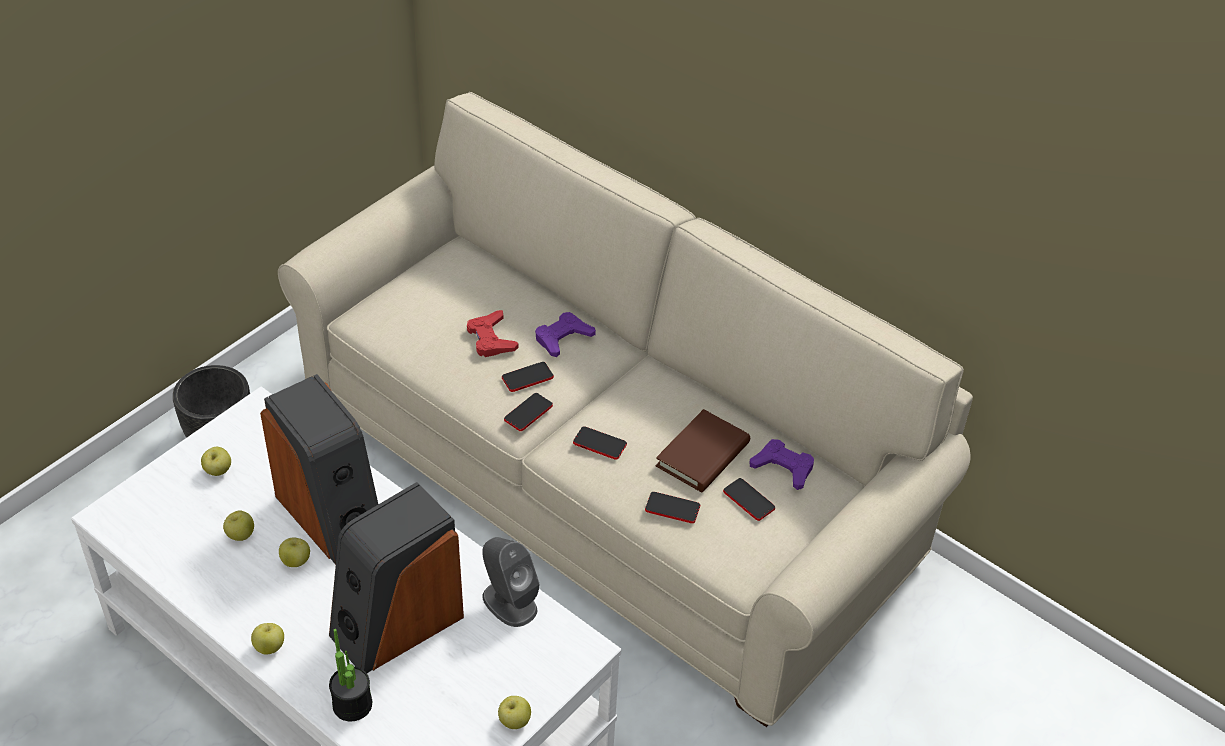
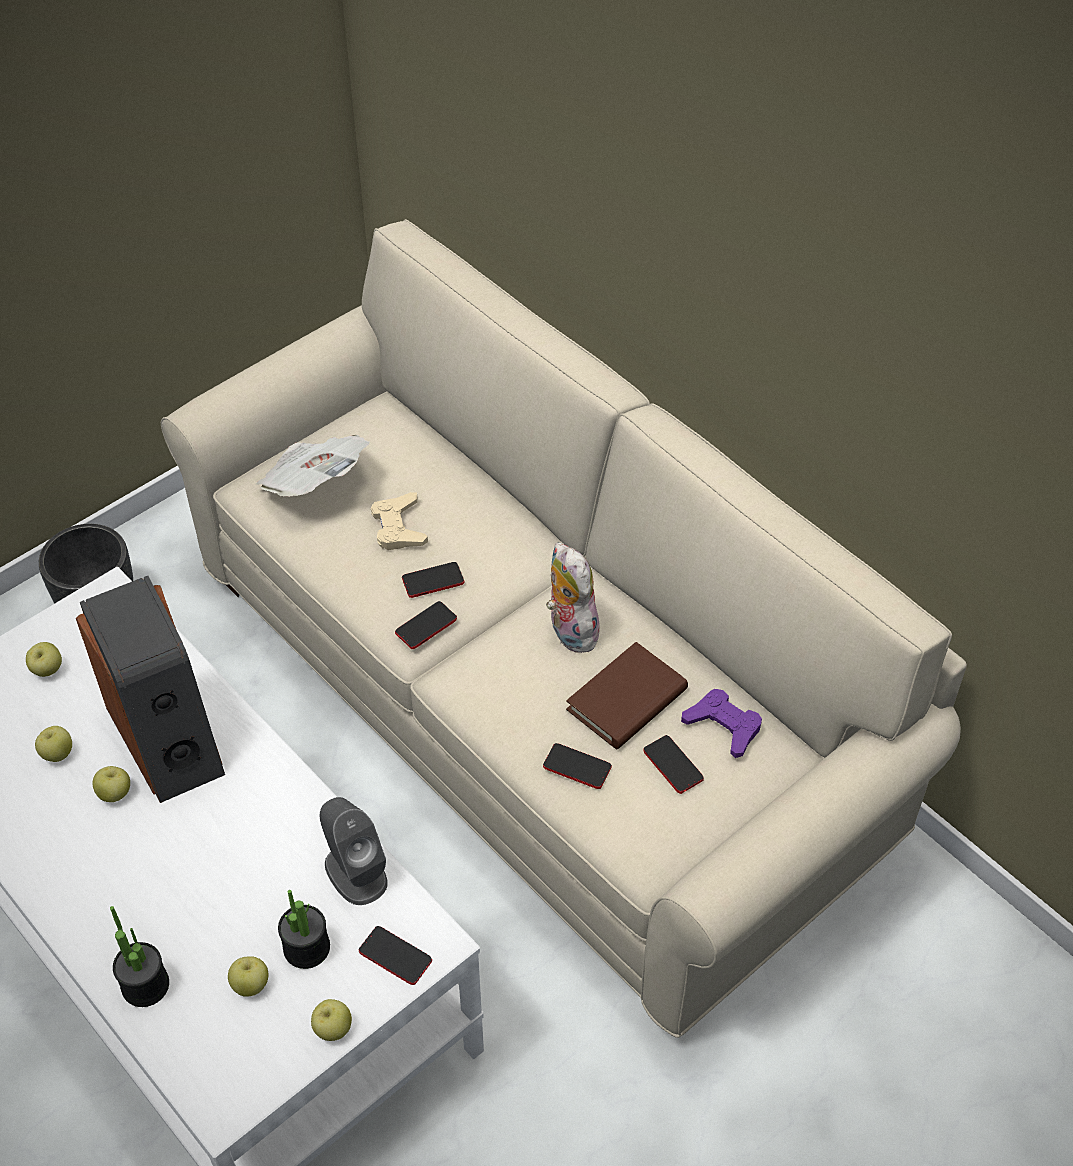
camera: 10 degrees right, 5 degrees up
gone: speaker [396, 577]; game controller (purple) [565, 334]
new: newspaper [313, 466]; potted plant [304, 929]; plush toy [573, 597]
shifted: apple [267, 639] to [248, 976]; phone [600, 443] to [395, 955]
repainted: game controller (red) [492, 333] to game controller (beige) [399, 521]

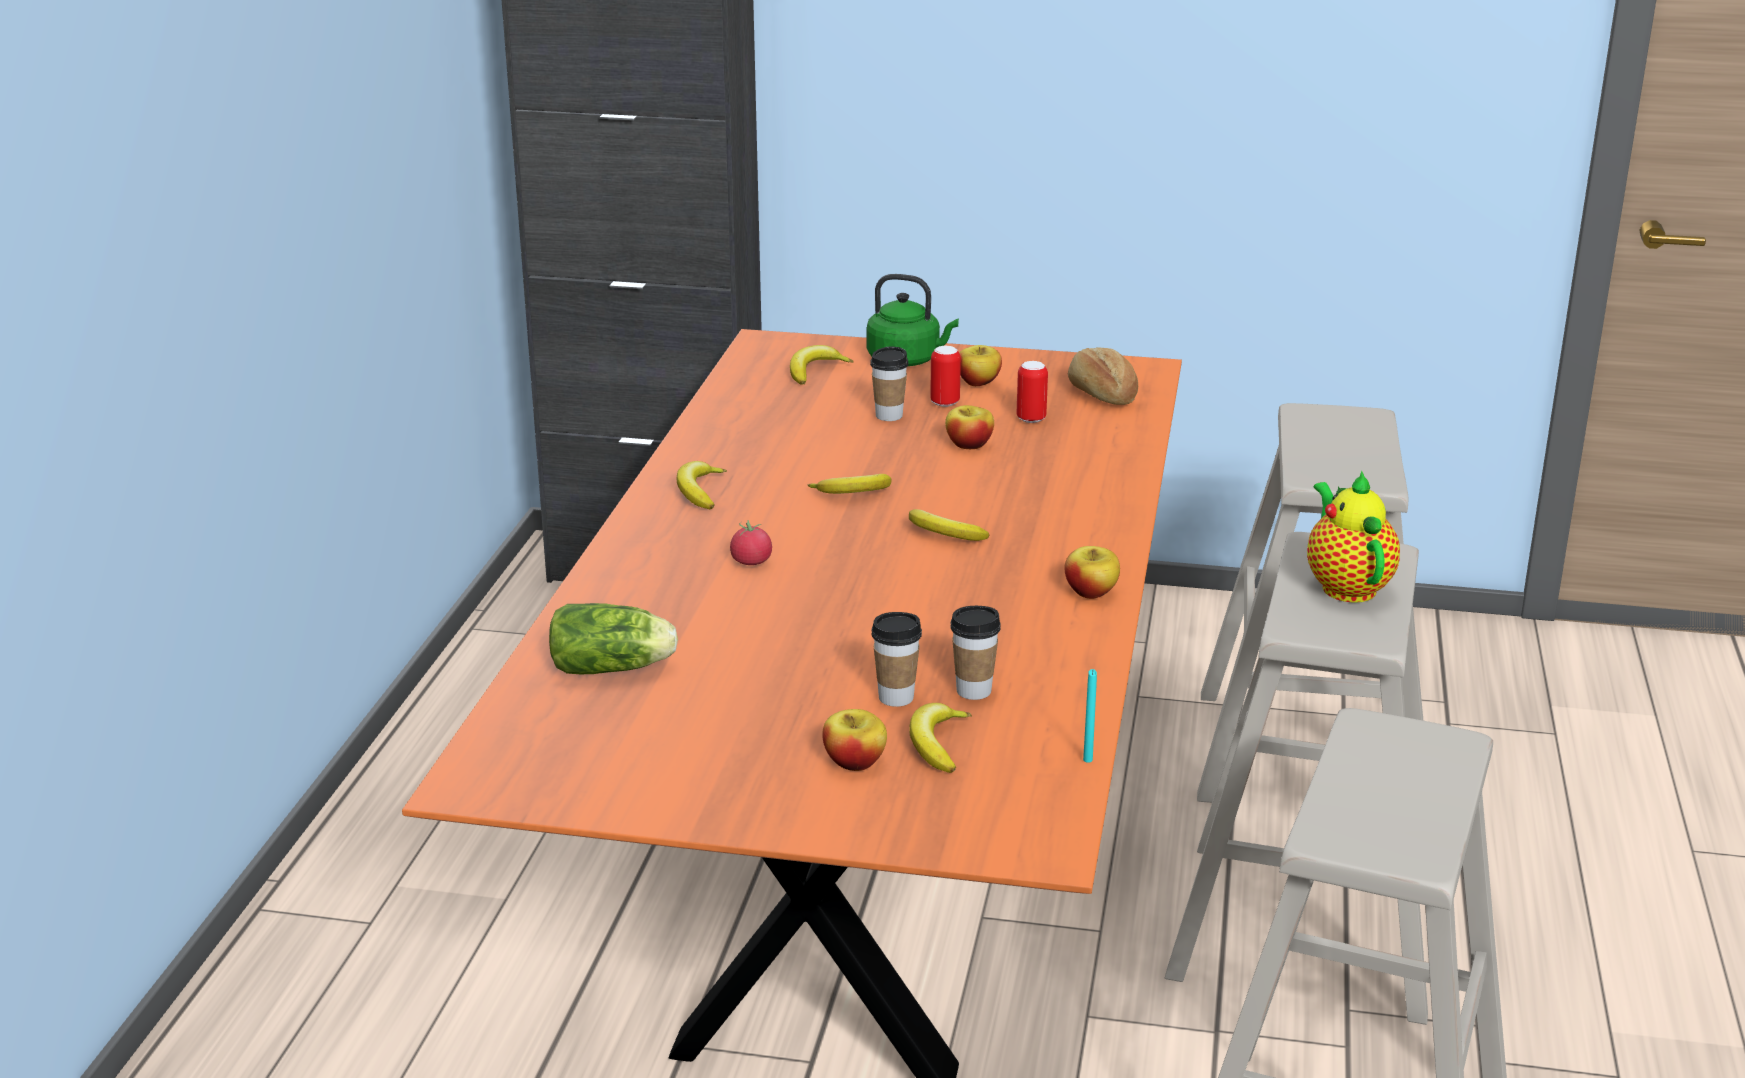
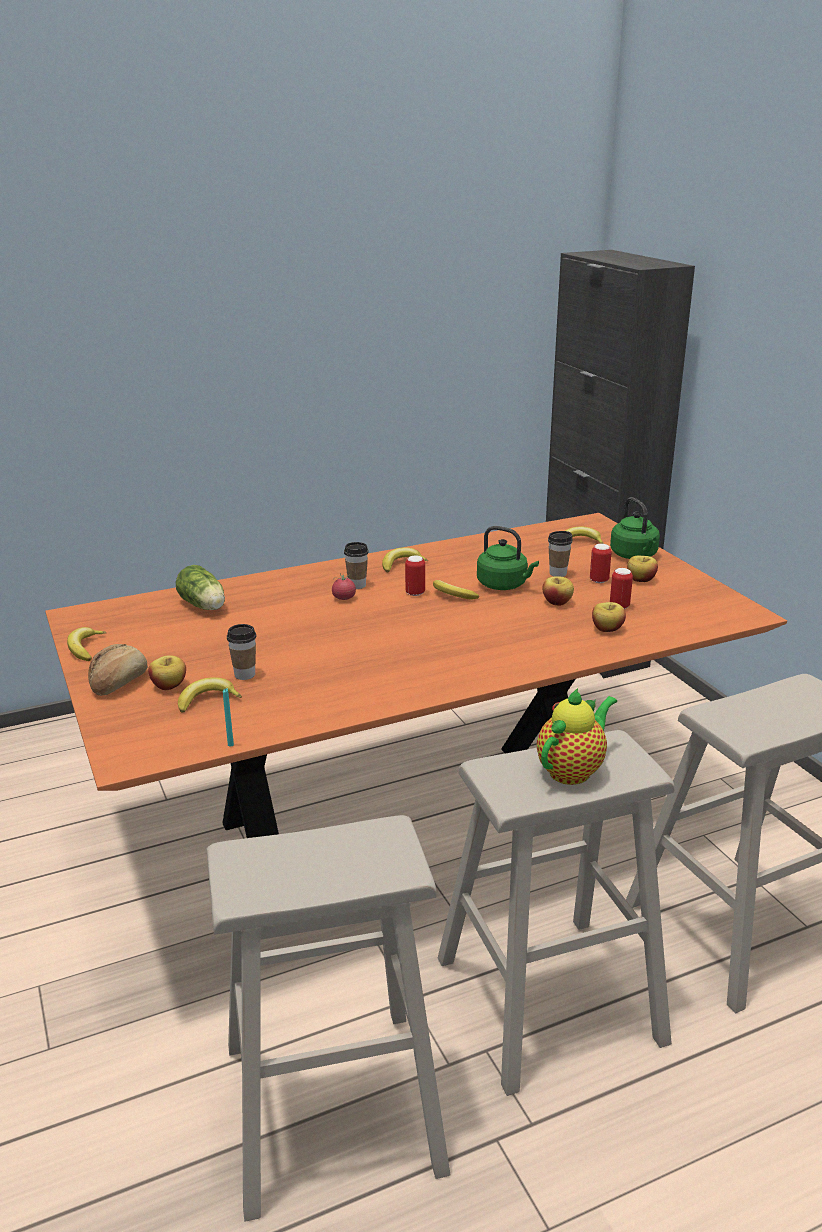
camera: 55 degrees right, 0 degrees up
new: can [415, 575]; kettle (green) [508, 558]
shifted: banana [949, 525] to [86, 644]; cup [975, 653] to [356, 565]; apple [1092, 572] to [609, 617]; bread [1103, 376] to [118, 670]

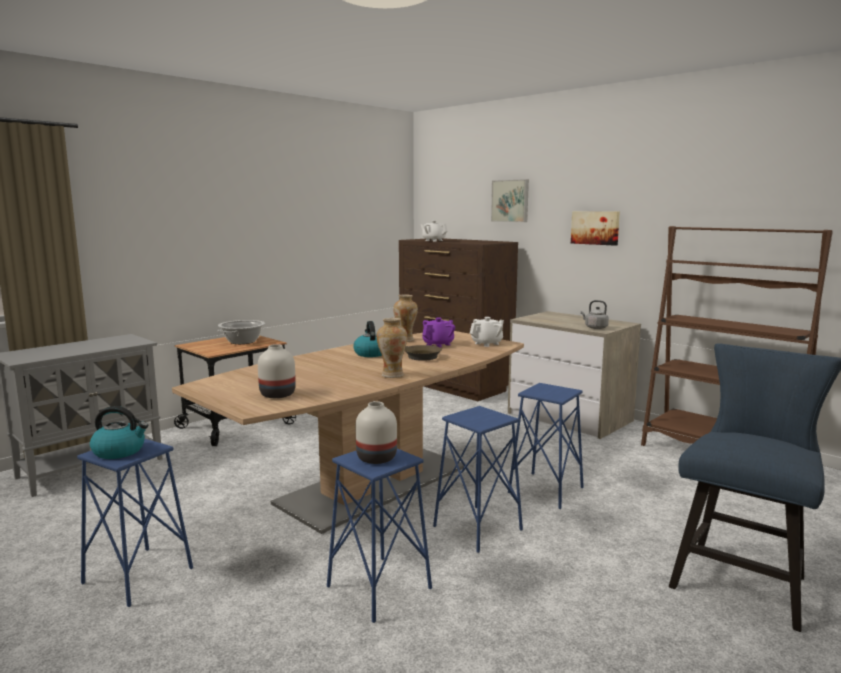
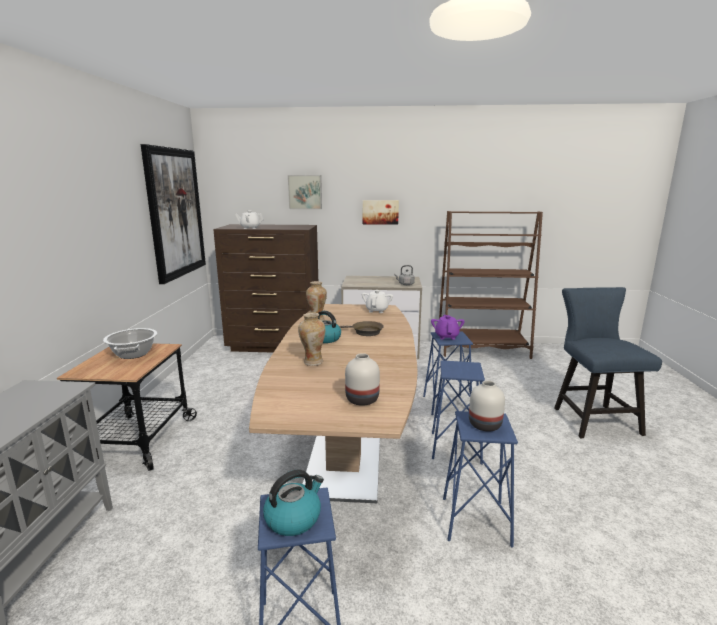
camera: 40 degrees left, 5 degrees up
new: picture [173, 214]
shifted: vase [392, 348] to [311, 339]; teapot (purple) [438, 332] to [448, 327]

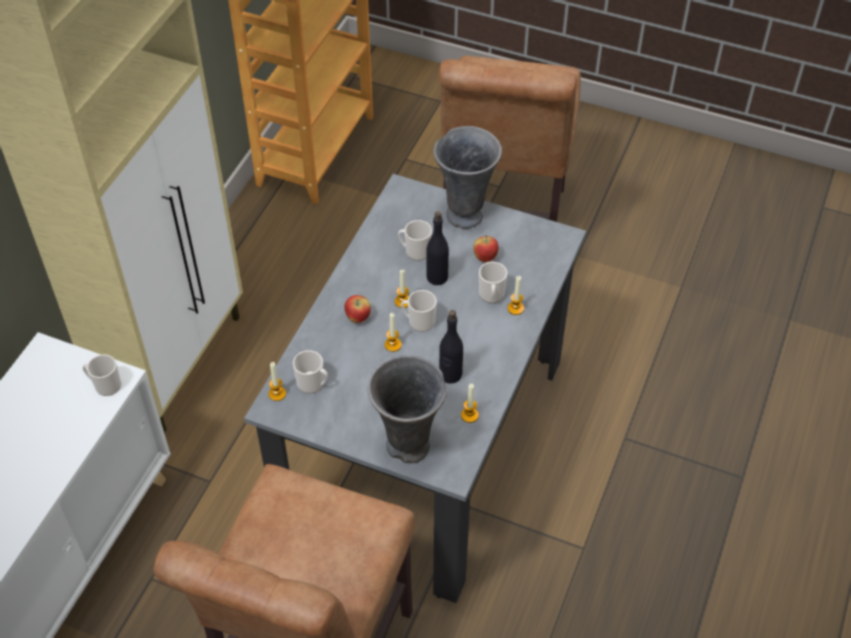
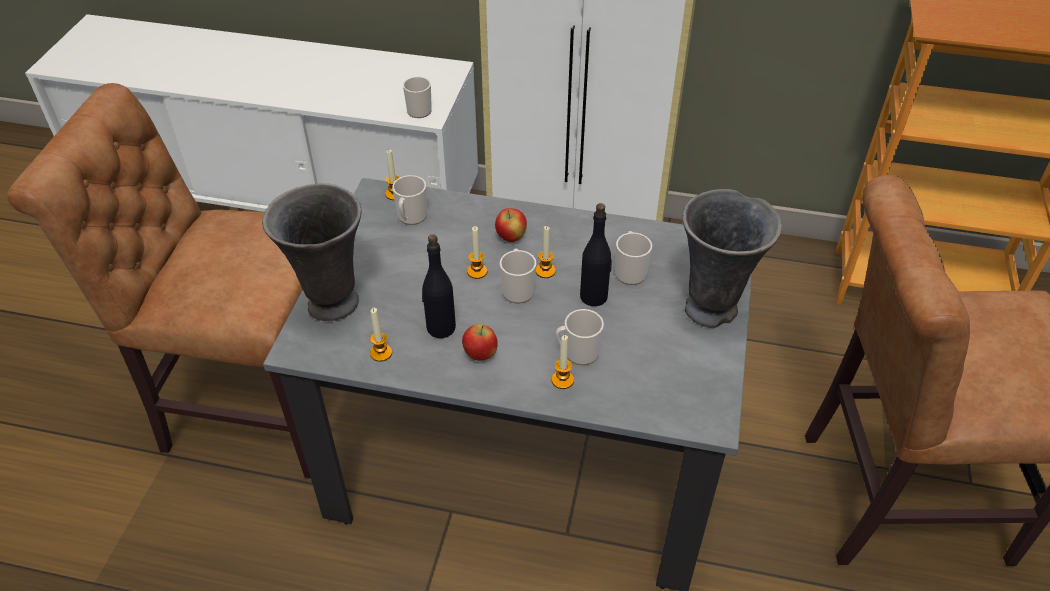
camera: 80 degrees right, 5 degrees down
shifted: apple [485, 248] to [480, 342]

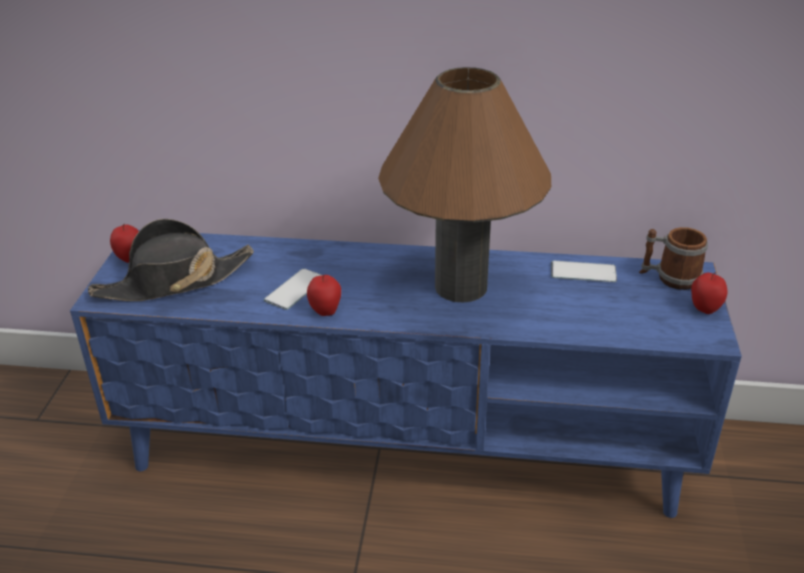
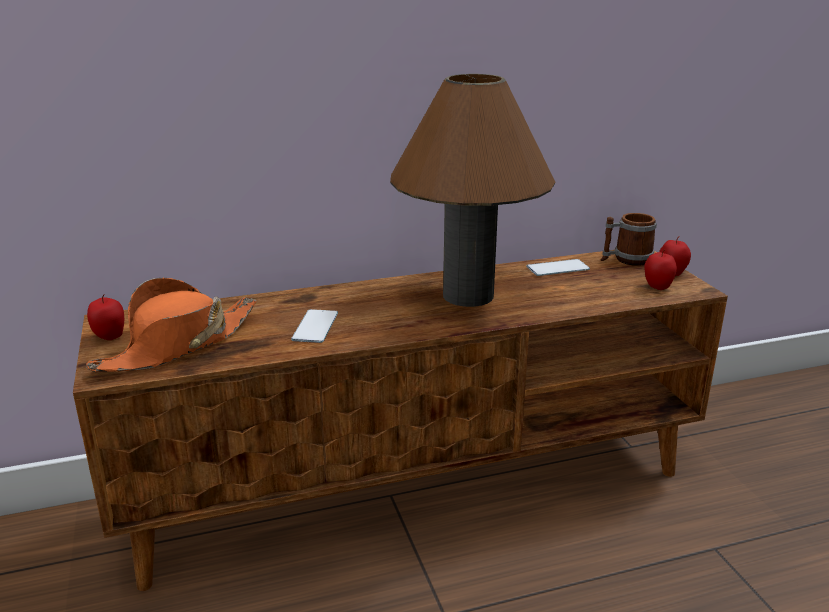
camera: 25 degrees left, 10 degrees down
shifted: apple [324, 295] to [660, 269]
repainted: tv stand (blue) [406, 374] to tv stand (brown) [400, 420]; hat (black) [171, 260] to hat (orange) [171, 325]

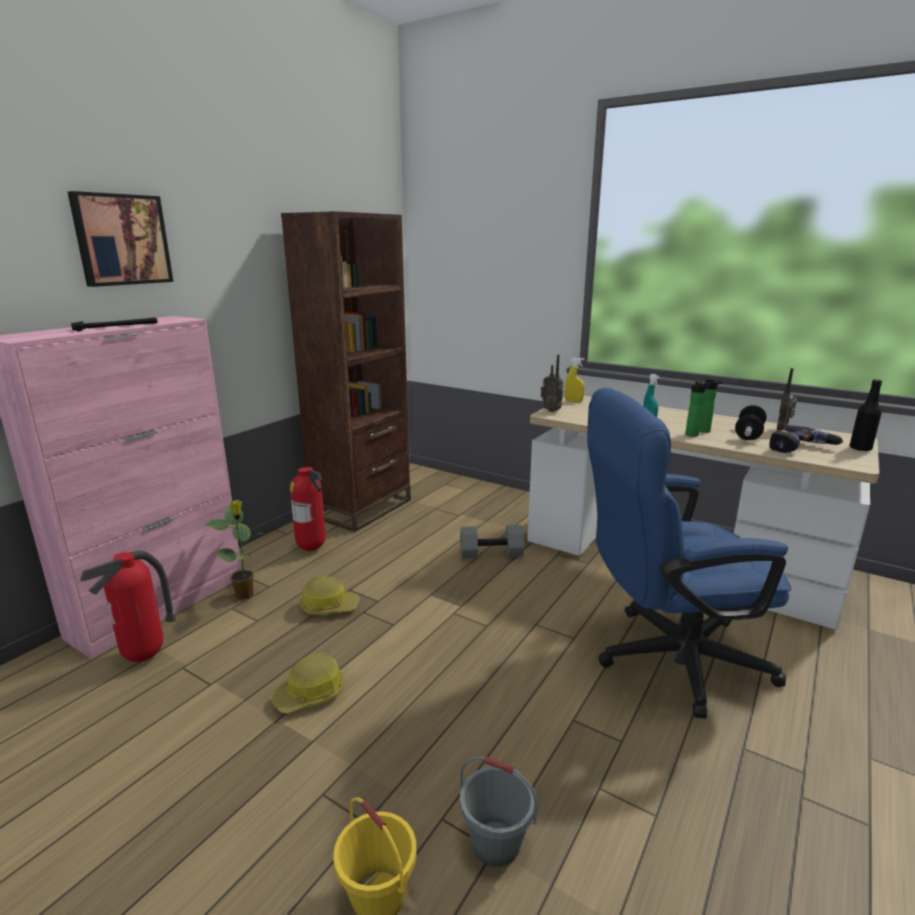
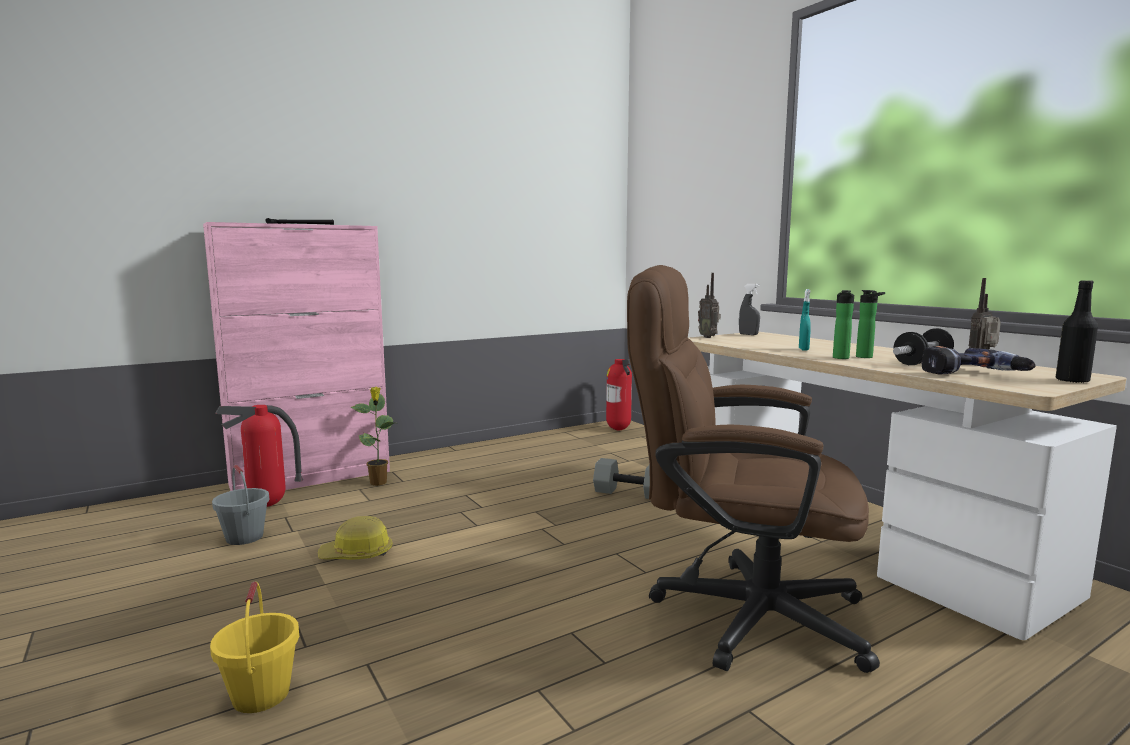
camera: 25 degrees right, 10 degrees down
gone: picture [120, 239]; bookcase (brown) [346, 371]; hard hat [330, 595]
shifted: fire extinguisher [308, 509] to [619, 394]; bucket (grey) [498, 811] to [240, 505]
repainted: spray bottle (yellow) [575, 380] to spray bottle (grey) [749, 309]; office chair (blue) [689, 553] to office chair (brown) [753, 469]

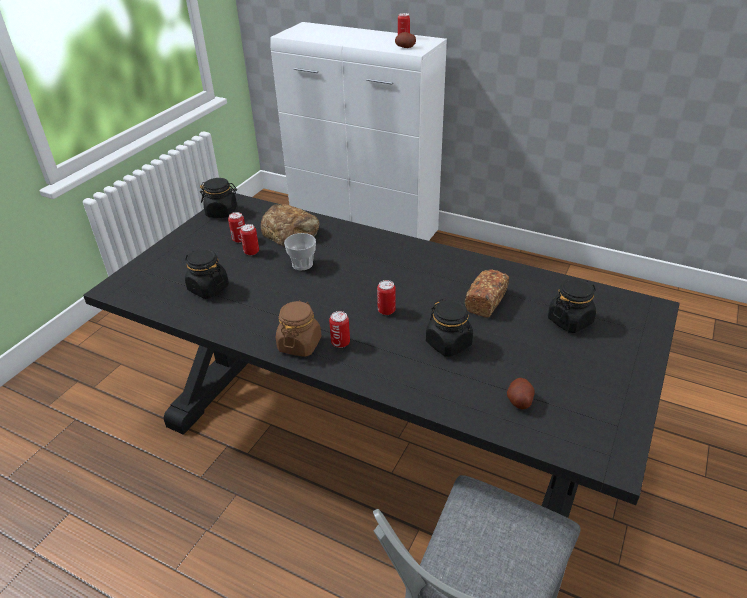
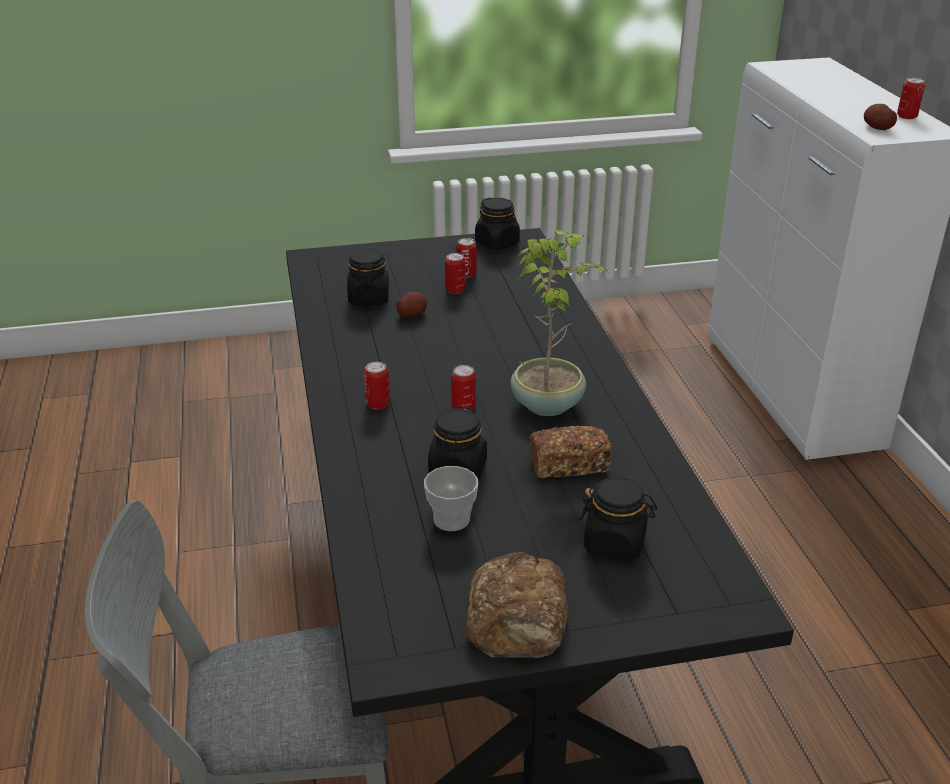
camera: 50 degrees right, 5 degrees down
gone: jar (brown) [298, 328]
new: potted plant [559, 323]
shifted: bread [290, 225] to [516, 605]; cup [300, 252] to [451, 498]; potato [521, 393] to [411, 304]

